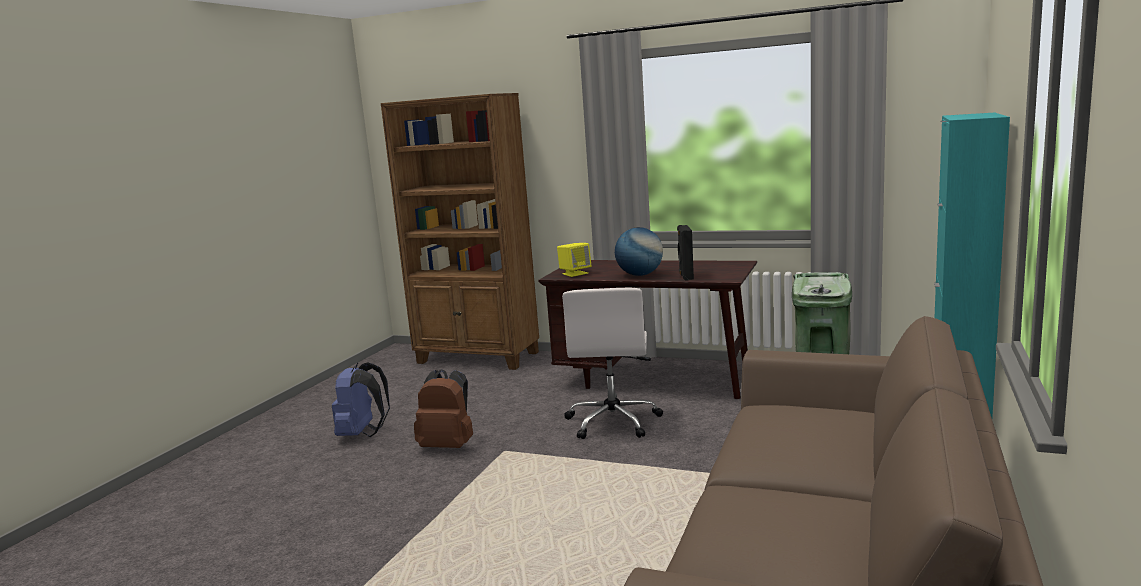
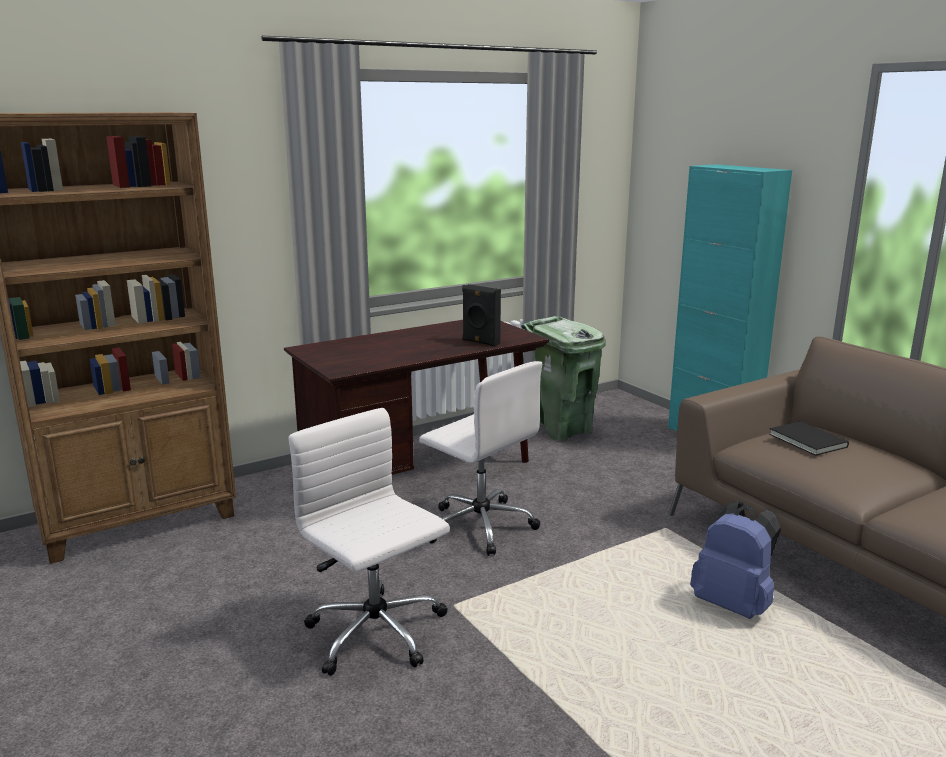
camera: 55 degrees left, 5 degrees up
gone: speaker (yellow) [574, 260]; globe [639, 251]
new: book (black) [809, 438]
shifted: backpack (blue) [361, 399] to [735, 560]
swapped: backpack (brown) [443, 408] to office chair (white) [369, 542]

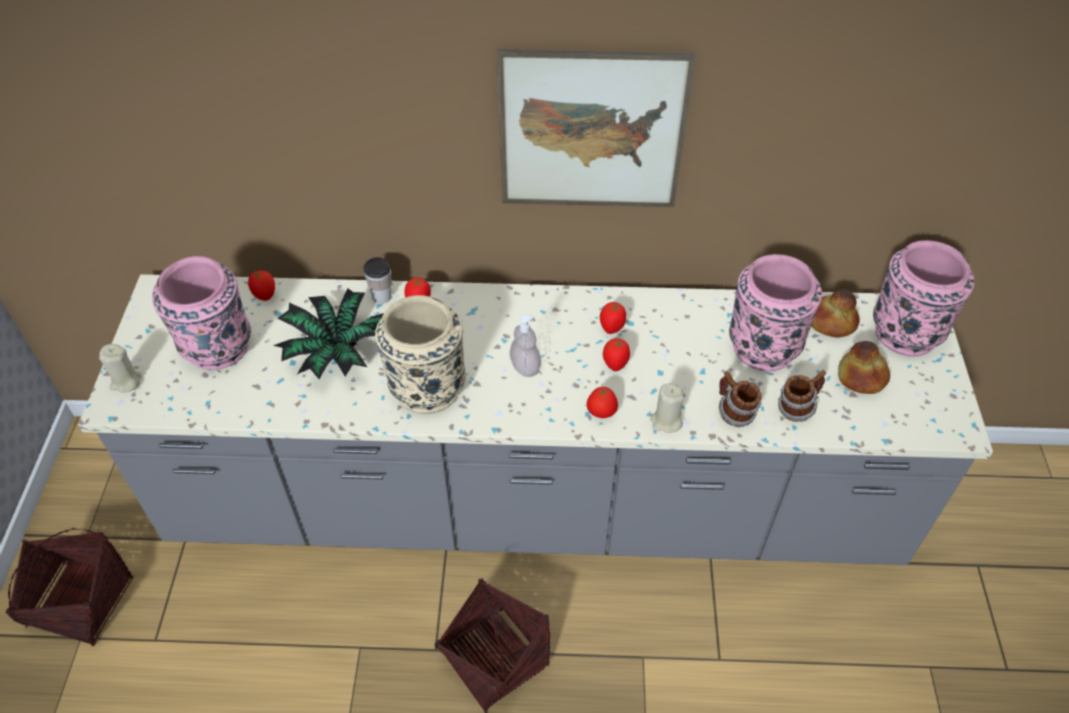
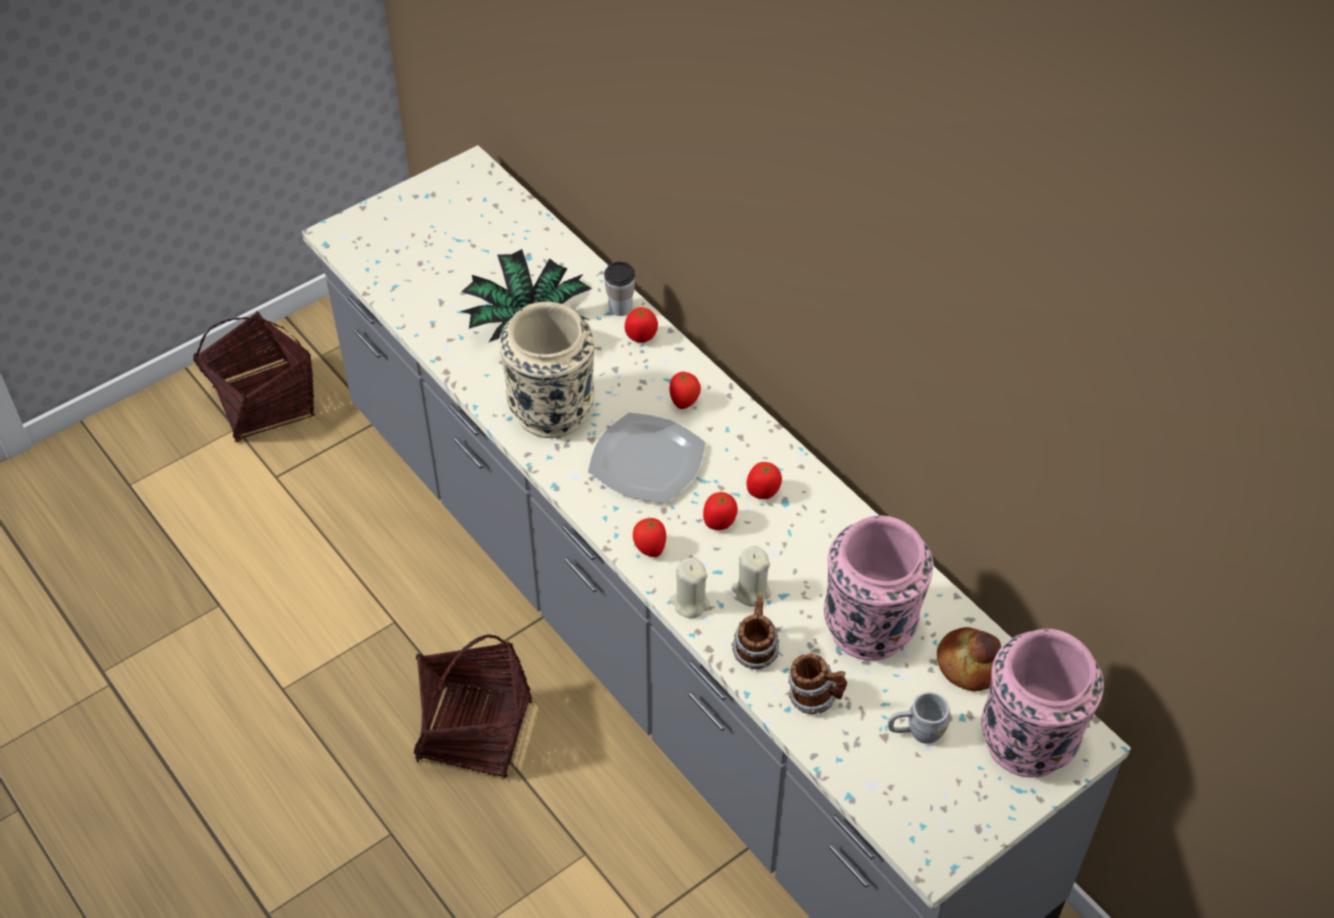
camera: 50 degrees right, 0 degrees up
gone: vase (pink) [201, 313]; picture [596, 128]
shifted: candle (beige) [120, 368] to [751, 576]; tomato [261, 286] to [685, 390]
swapped: soap dispenser [525, 346] to plate [647, 458]; bread [864, 367] to mug (grey) [919, 718]

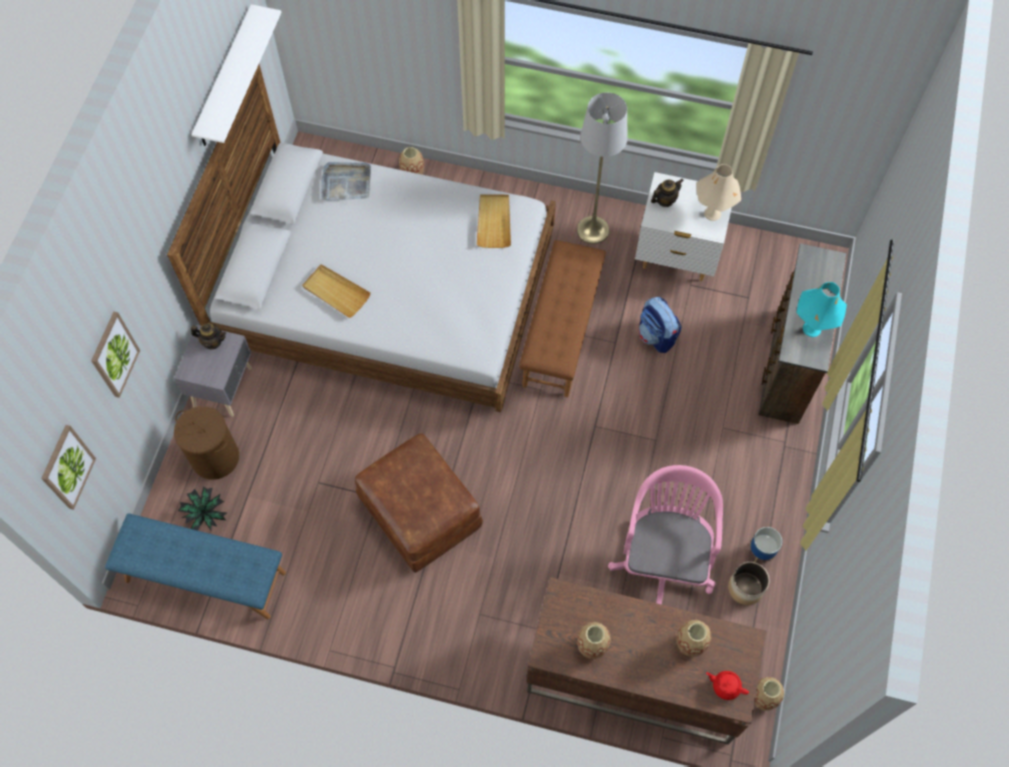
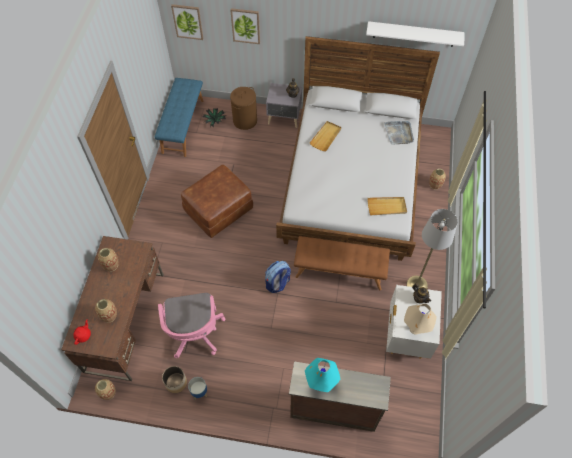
camera: 85 degrees right, 5 degrees down
shifted: backpack [660, 325] to [278, 277]
rotated: office chair (pink) [665, 535] = [191, 325] 75 degrees clockwise

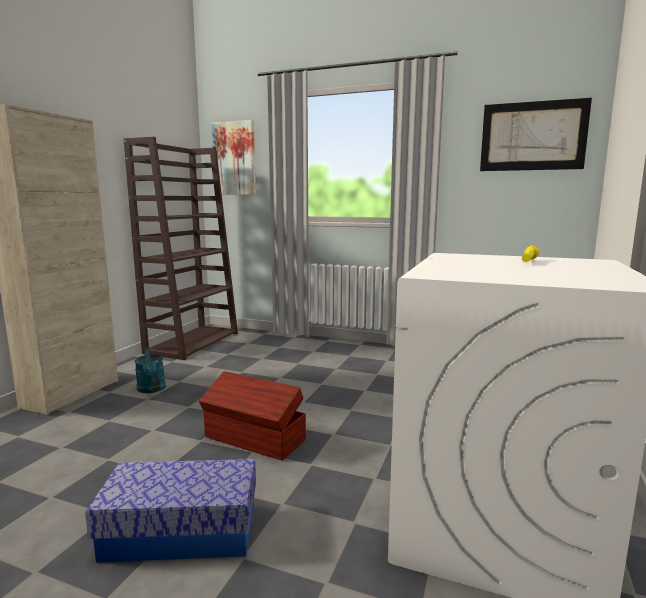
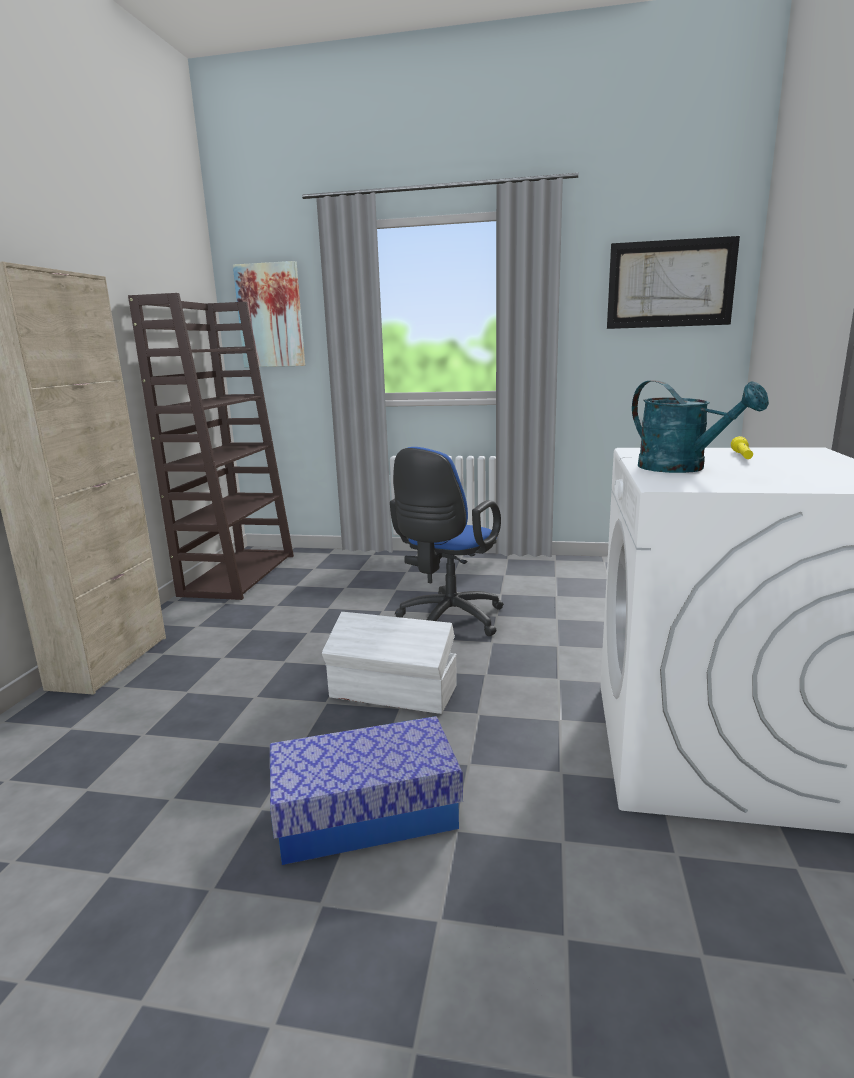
camera: 10 degrees left, 5 degrees up
new: office chair (blue) [447, 541]
shifted: watering can (turquoise) [150, 370] to [700, 426]
repainted: storage box (brown) [252, 415] to storage box (white) [389, 663]

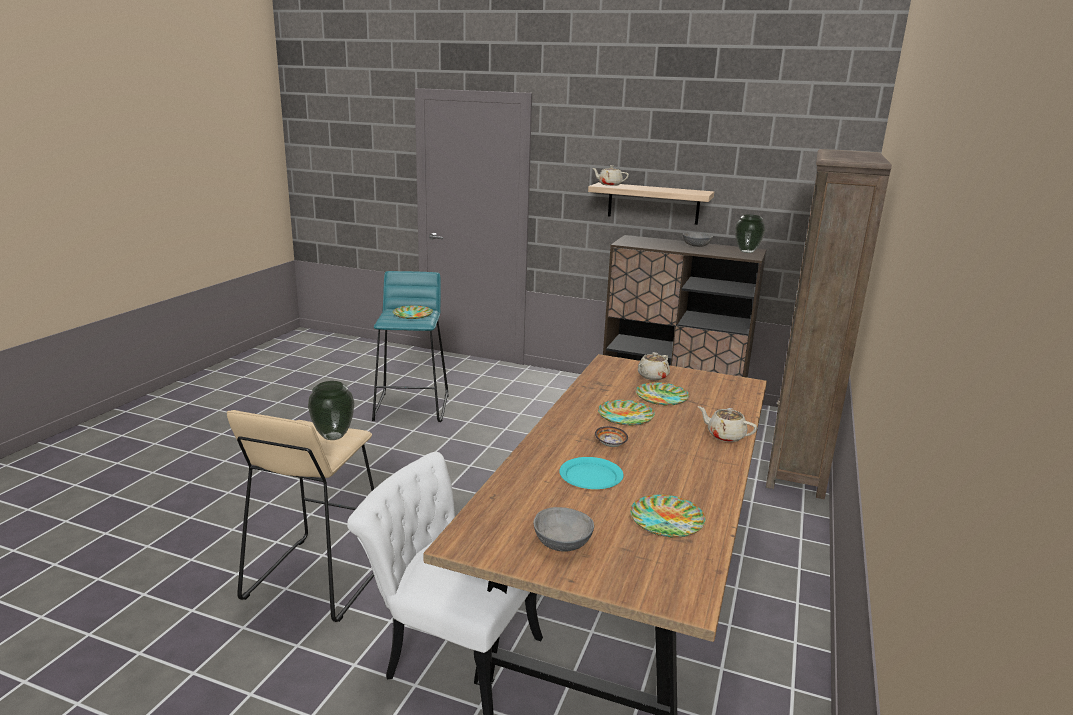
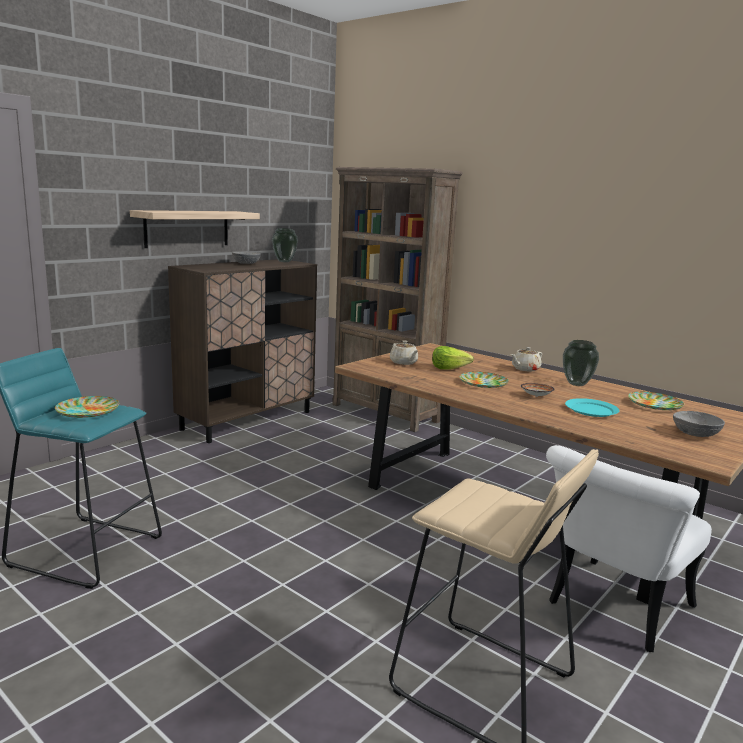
camera: 70 degrees left, 5 degrees down
gone: teapot (beige) [610, 175]
shifted: vase [331, 410] to [581, 363]
swapped: plate [662, 393] to lettuce [453, 357]

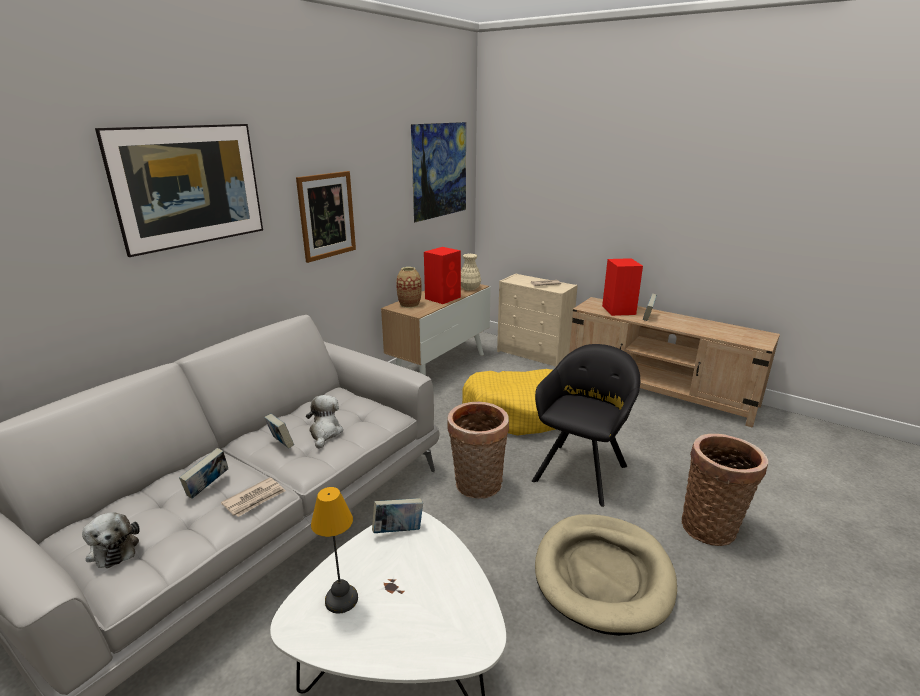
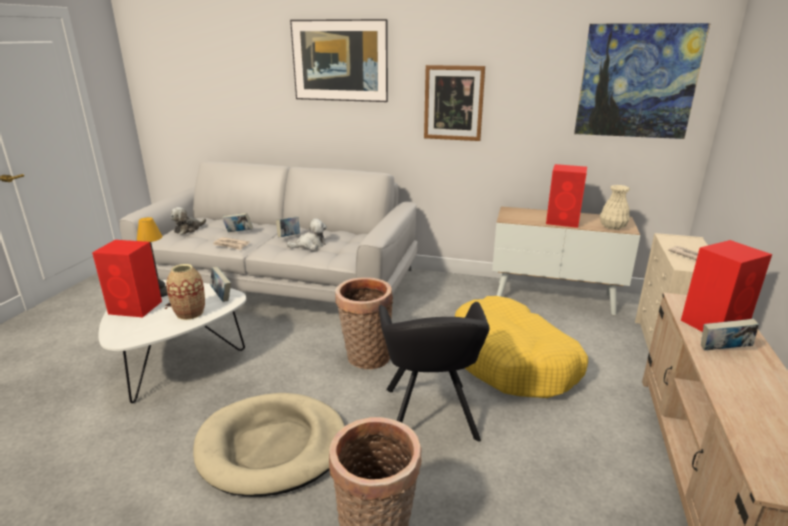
camera: 70 degrees right, 0 degrees up
new: speaker (red) [127, 278]
shifted: vase [409, 287] to [185, 292]
rotated: armchair (black) [586, 425] = [434, 372] 75 degrees clockwise

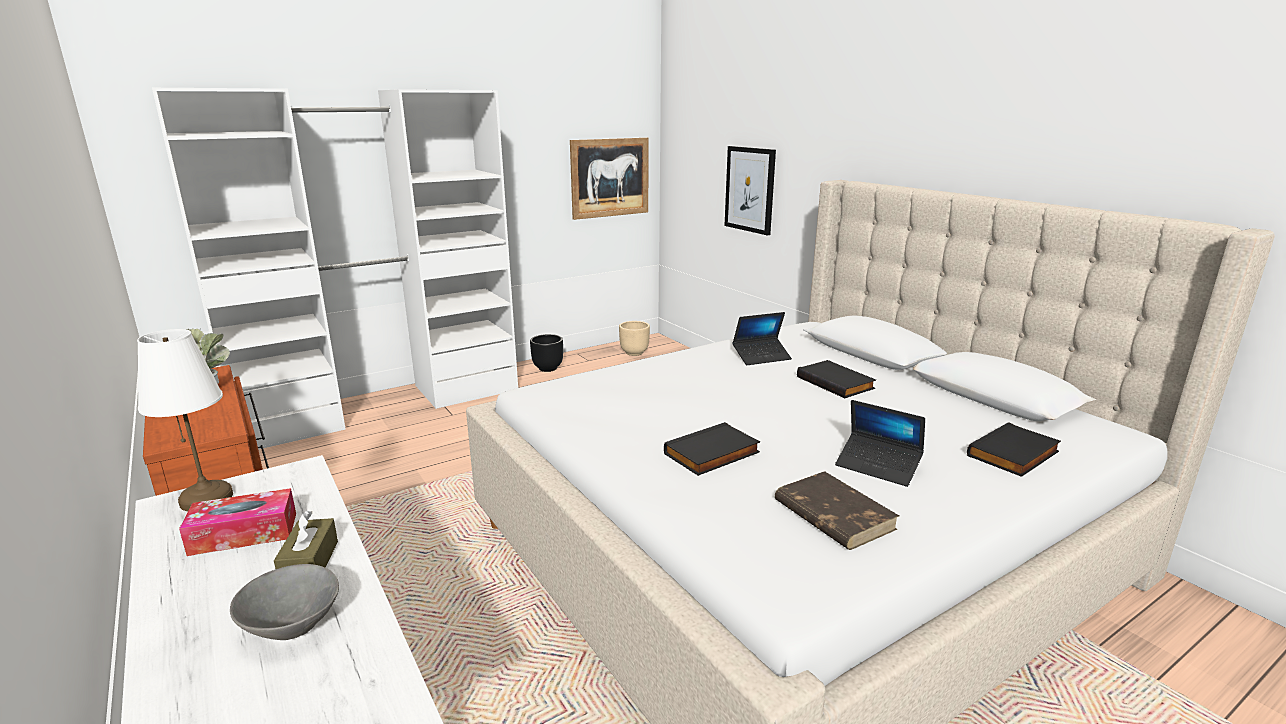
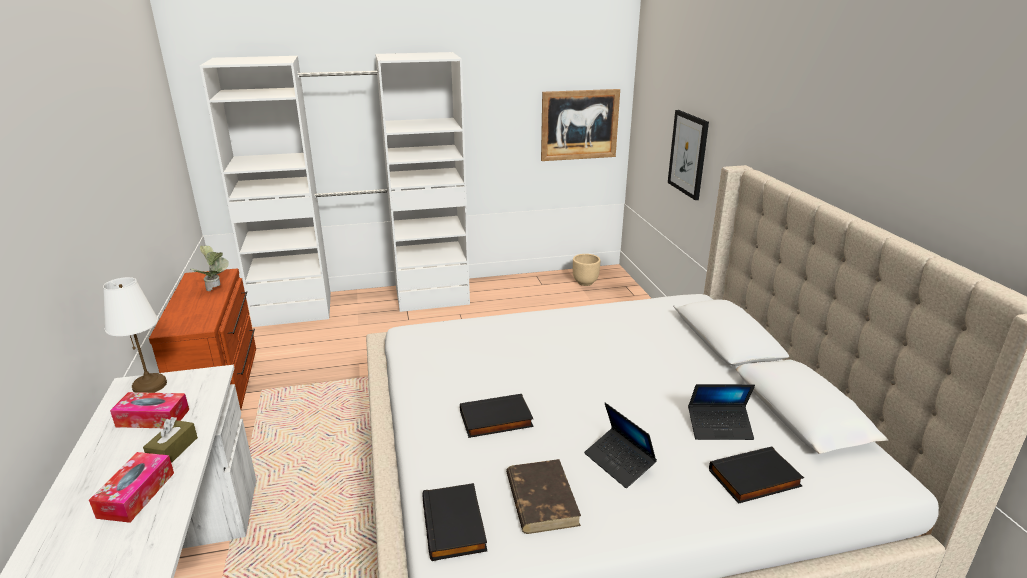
camera: 20 degrees right, 5 degrees up
gone: planter (black) [546, 353]
shifted: laptop [762, 338] to [721, 412]; book (black) [836, 379] to [454, 522]
swapped: bowl (grey) [284, 602] to tissue box [131, 487]

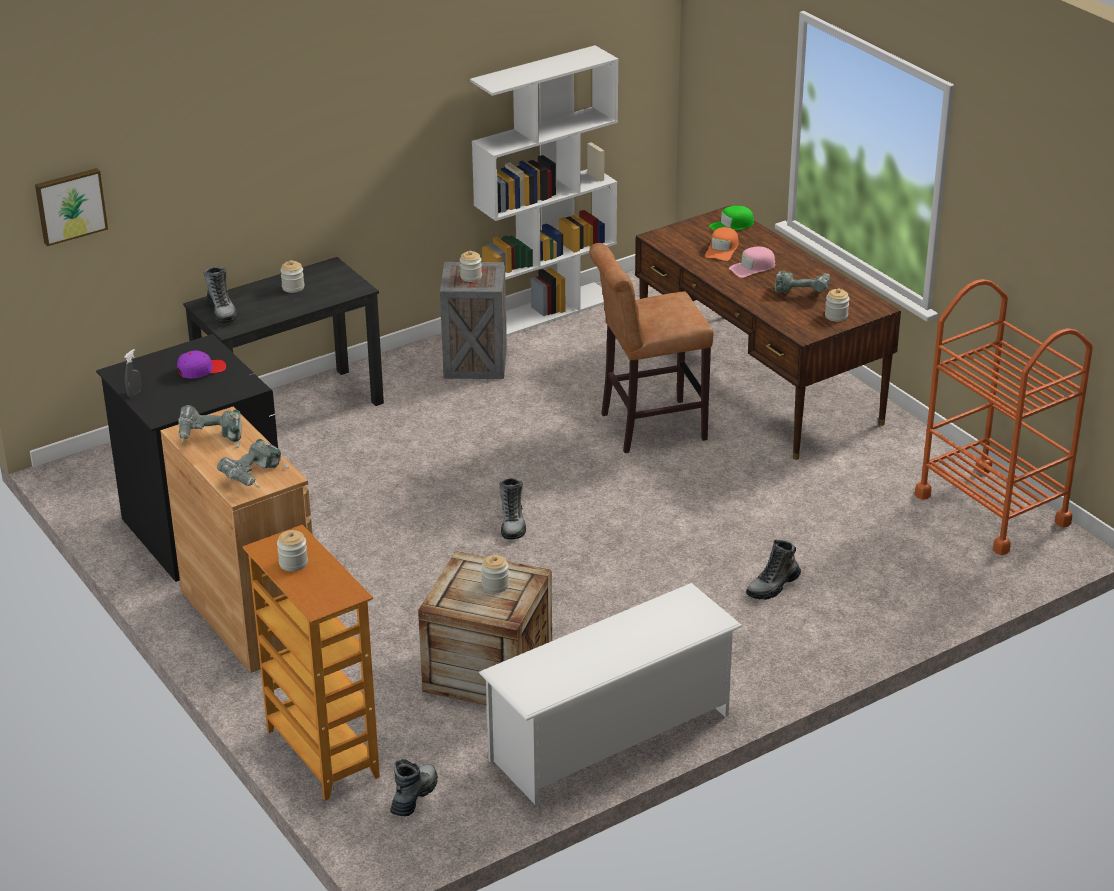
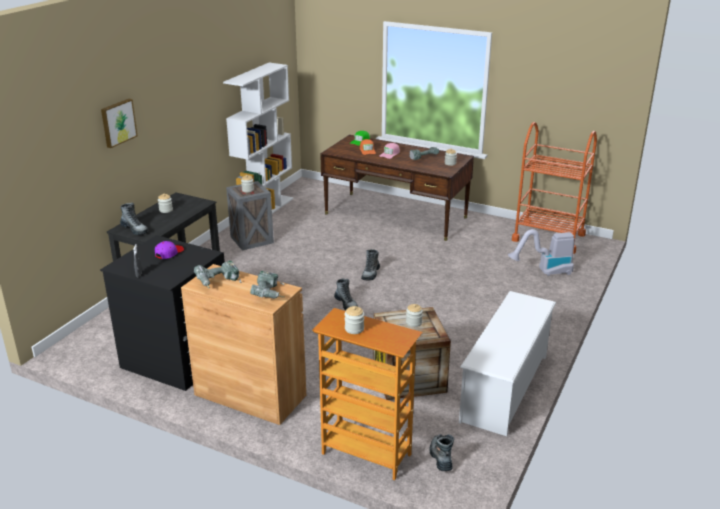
camera: 30 degrees left, 5 degrees down
gone: stool (brown) [651, 348]
new: vacuum cleaner [541, 252]
shifted: picture [71, 207] to [119, 123]; boot [773, 570] to [370, 264]

